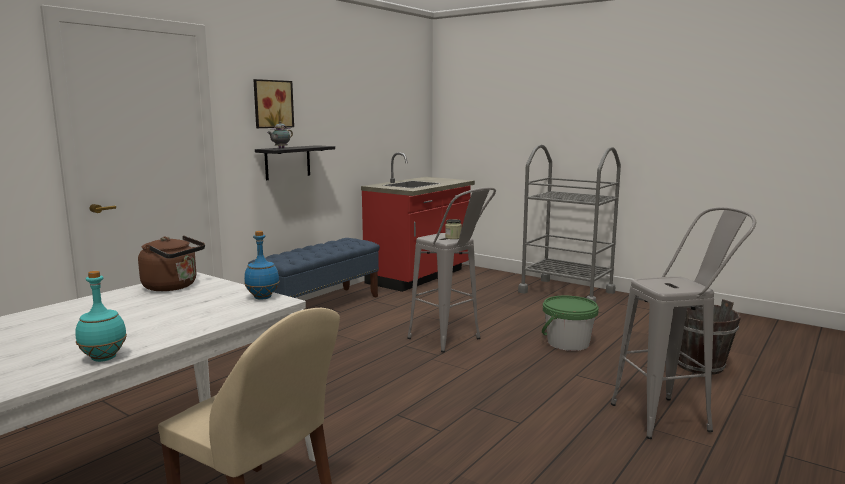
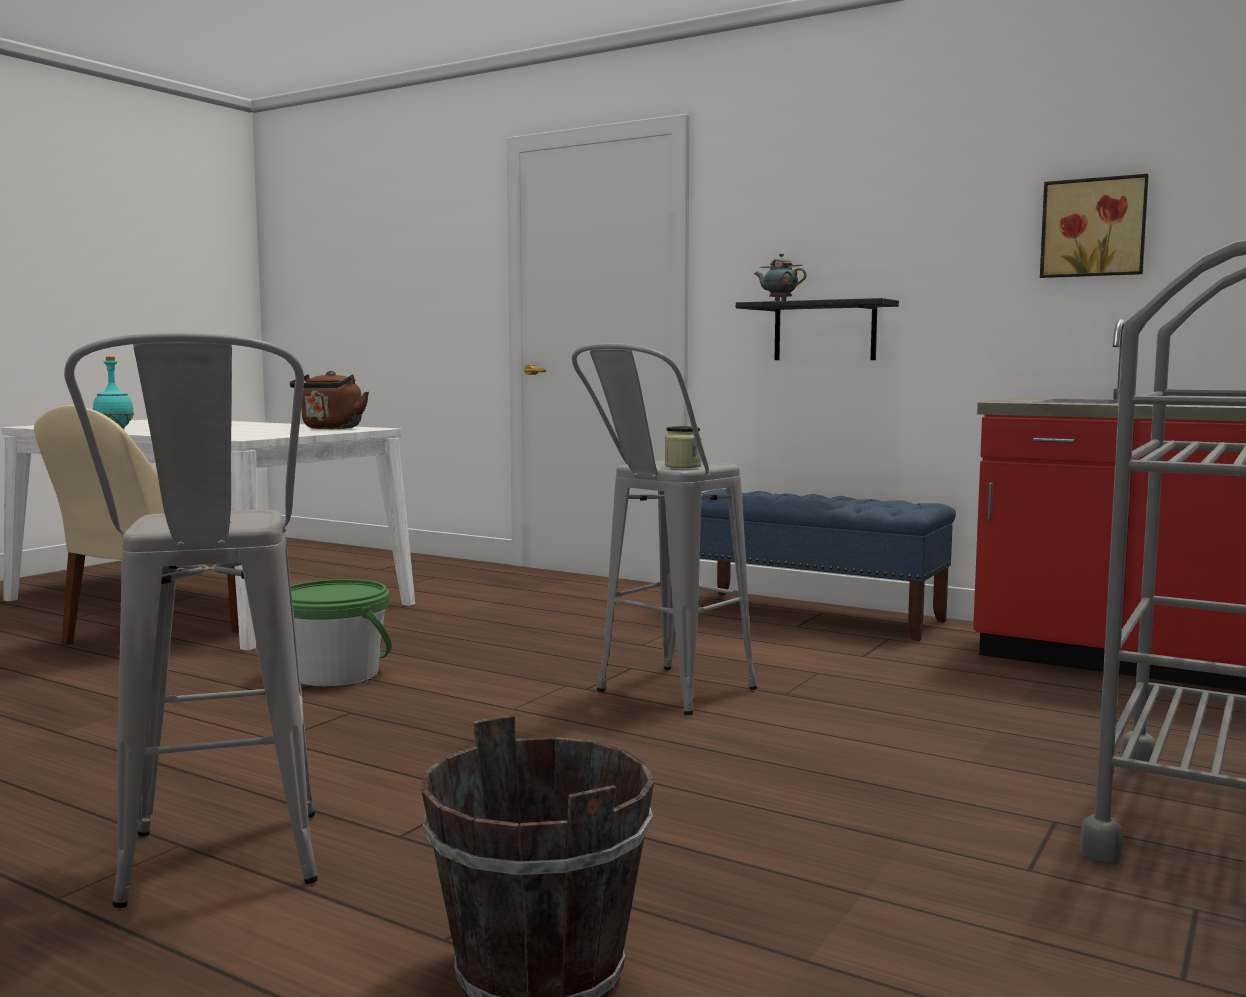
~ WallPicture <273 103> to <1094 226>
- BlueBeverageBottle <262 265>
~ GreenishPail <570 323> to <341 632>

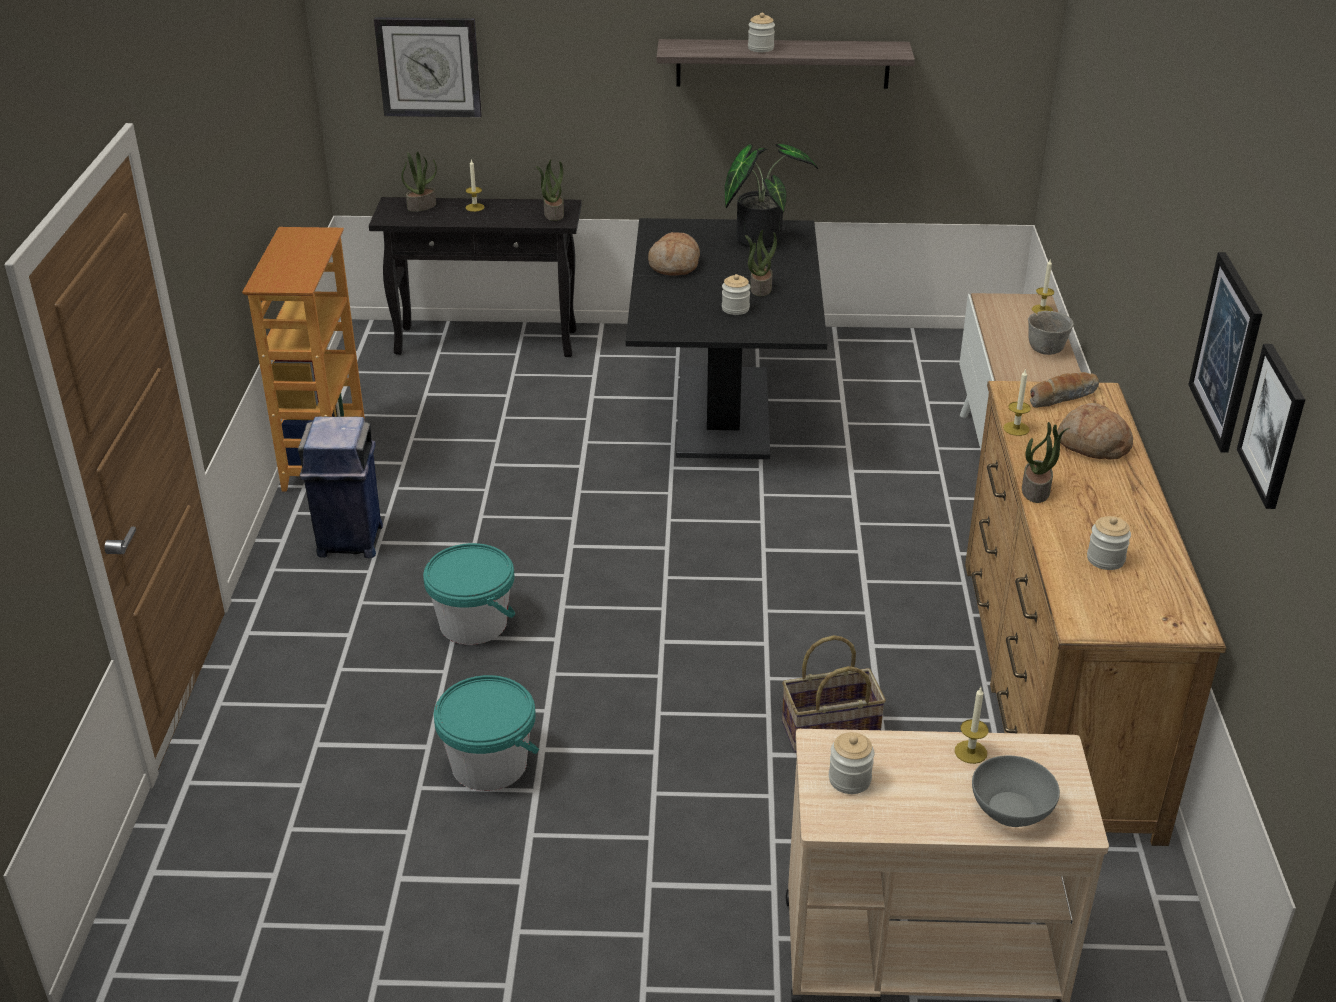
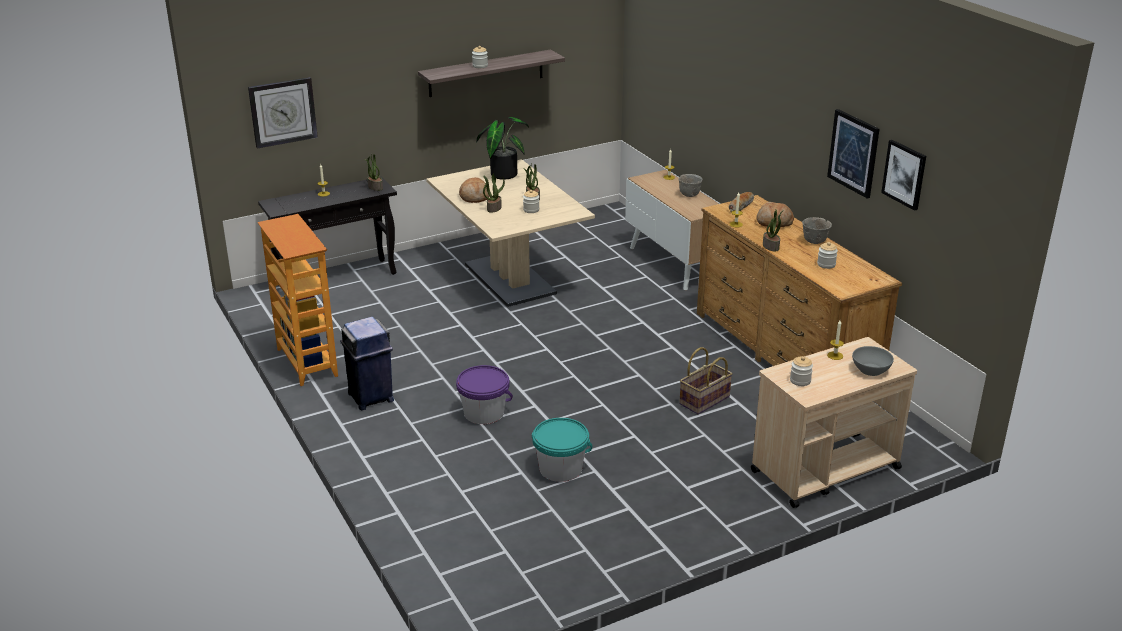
~ PottedPlant <419 182> to <494 193>
~ BlackishKitchenTable <726 338> to BeigeColouredKitchenTable <510 233>
~ TurquoiseColouredPail <469 594> to PurplishPail <484 394>
+ GrayDeepDish <817 230>

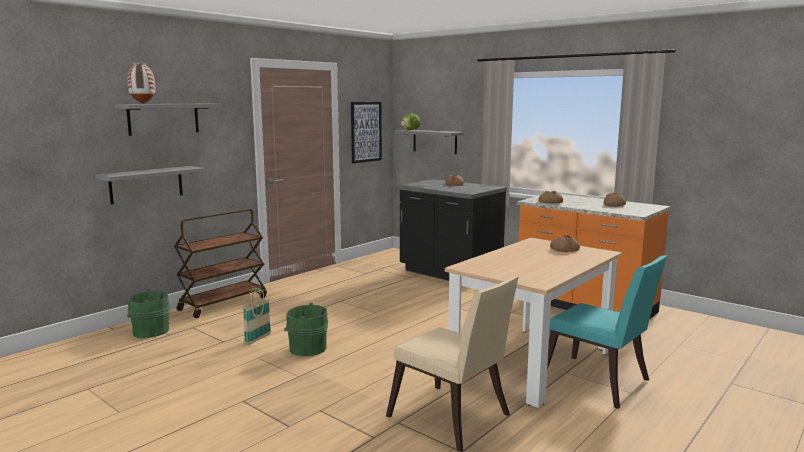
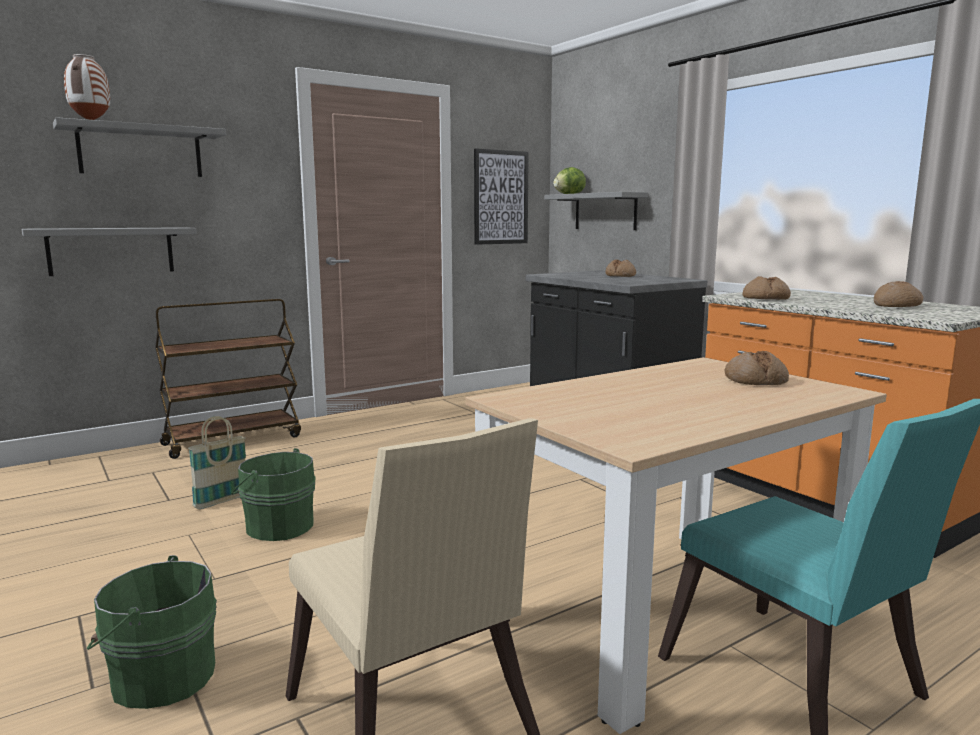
~ GreenishPail <148 313> to <152 632>

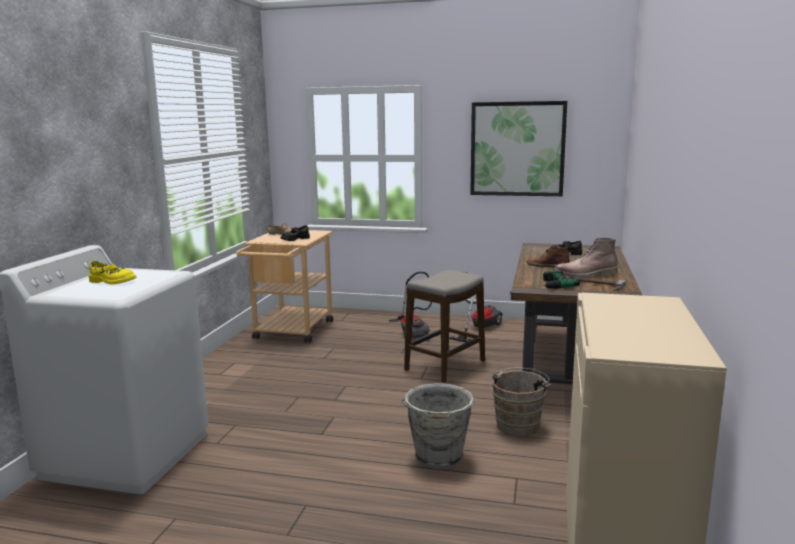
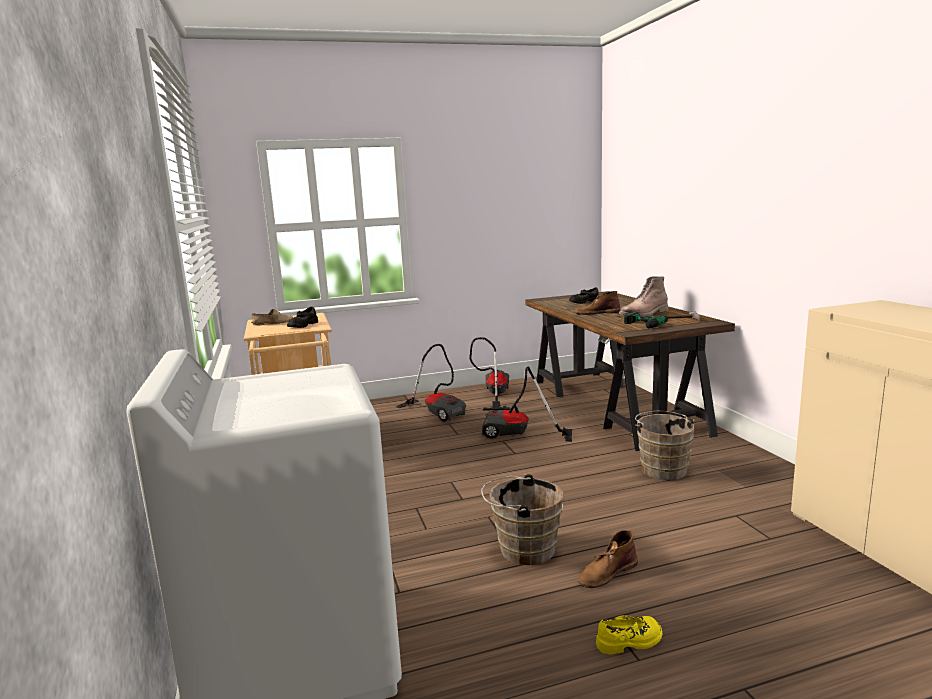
- WallPicture <518 148>
~ YellowColouredItemOfFootwear <112 272> to <629 635>
~ SittingStool <444 326> to Vacuum <527 404>
- GrayPail <438 426>
+ BrownishPail <522 519>
+ BrownishTallBoot <608 559>

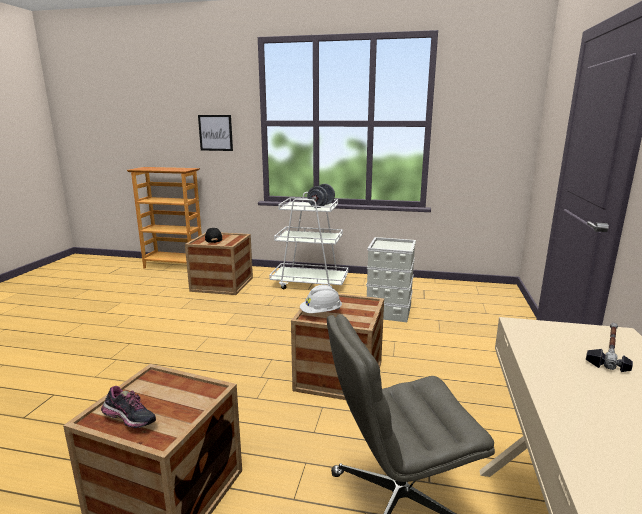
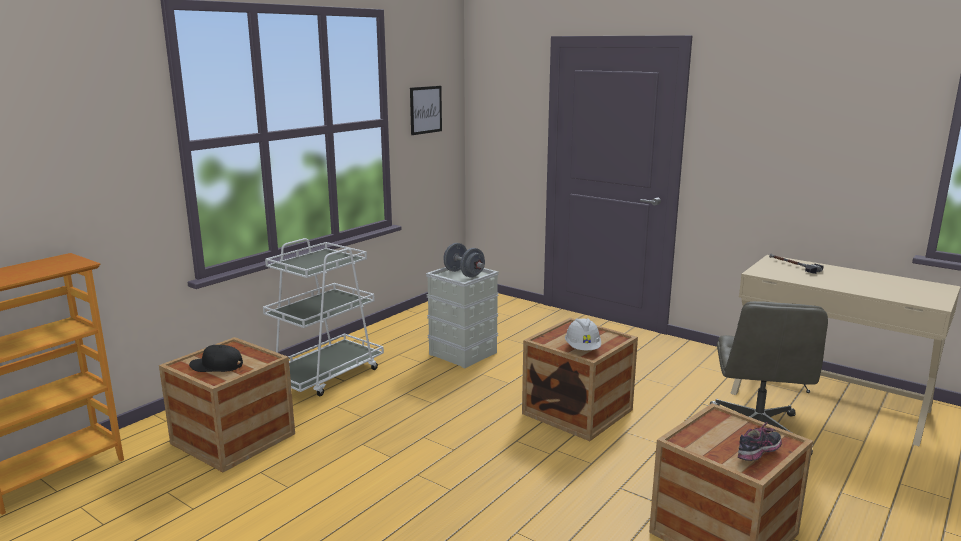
~ WallPicture <215 133> to <426 110>
~ GrayFreeWeight <321 196> to <464 260>

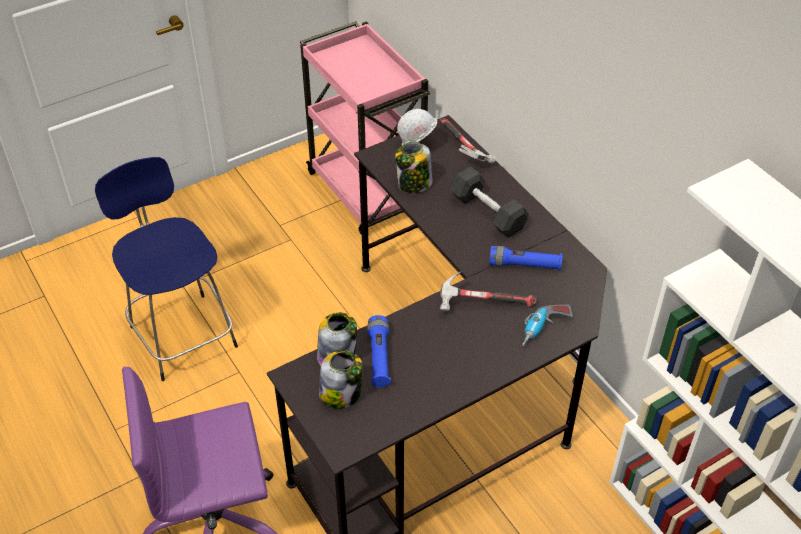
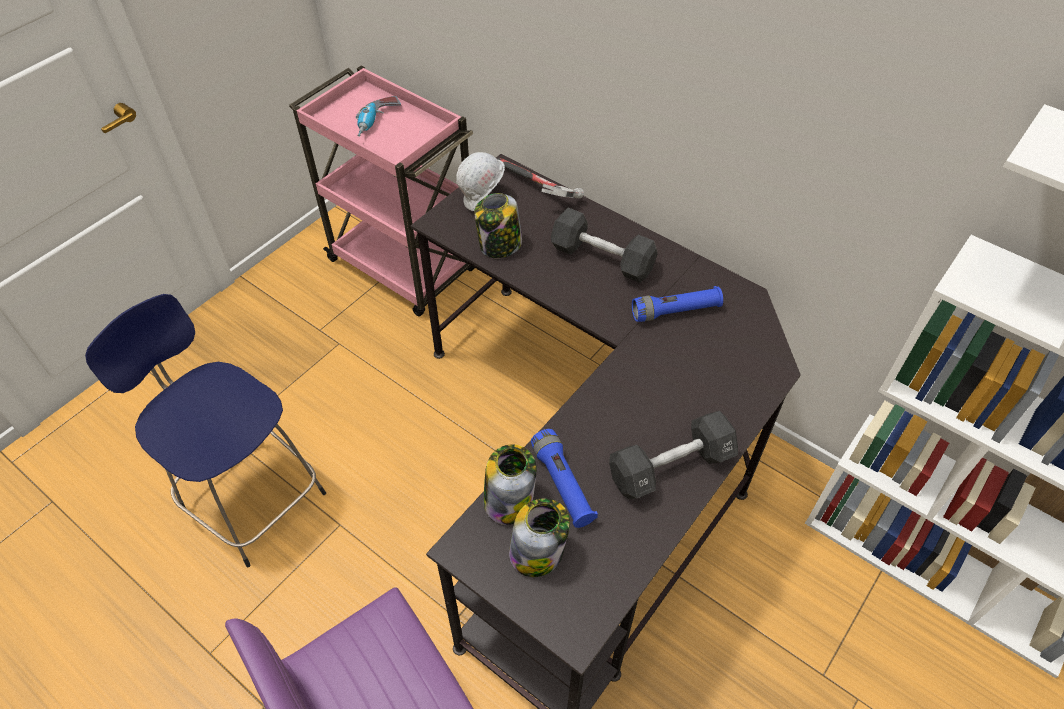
- ToolHammer <488 291>
~ ElectricDrill <547 325> to <378 116>
+ BlackishFreeWeight <673 455>

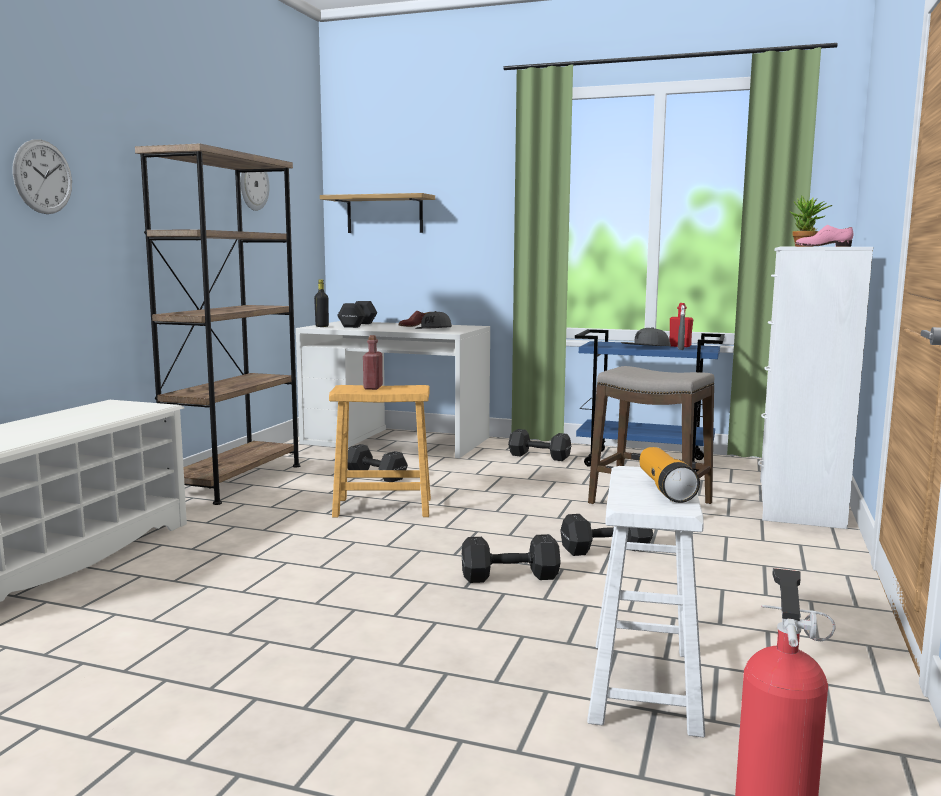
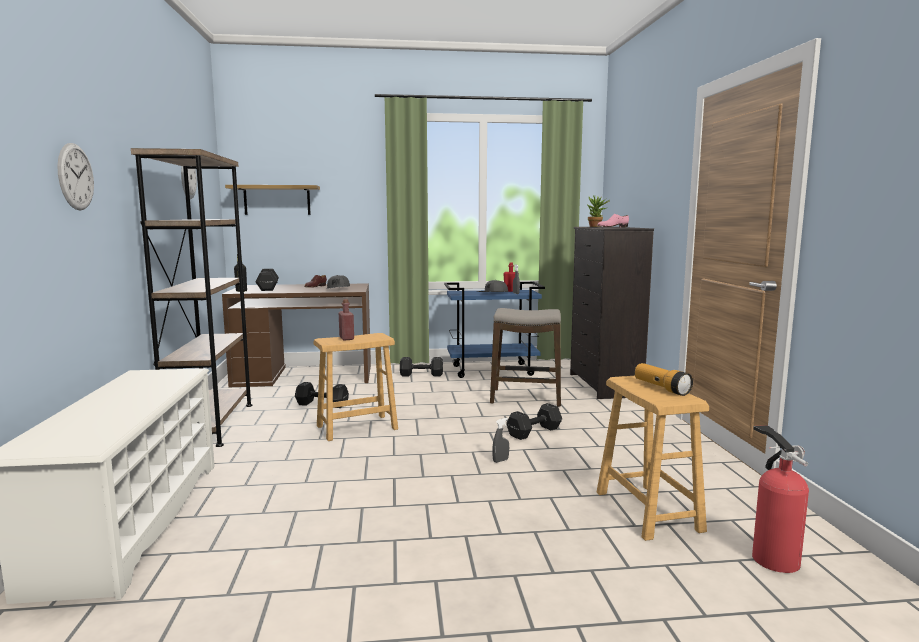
~ WhitishChestOfDrawers <815 388> to BlackishChestOfDrawers <612 313>
~ WhitishDesk <393 389> to BrownishDesk <296 335>
~ WhitishSittingStool <646 602> to BrownishSittingStool <652 458>
~ BlackishFreeWeight <511 558> to GraySprayBottle <500 440>

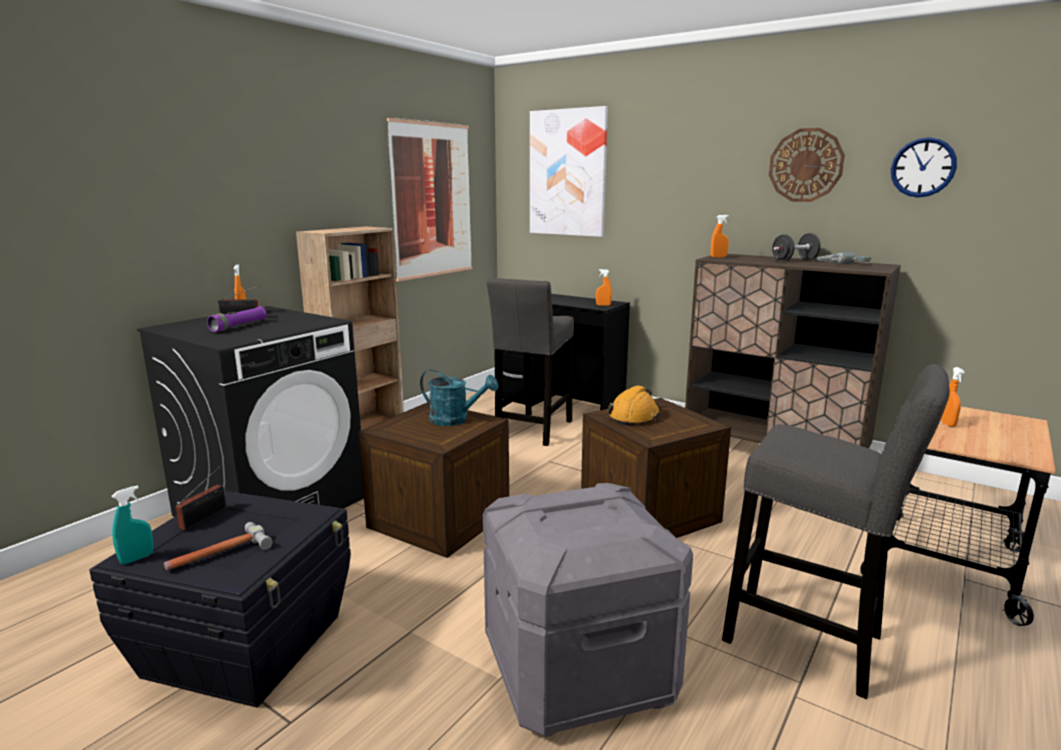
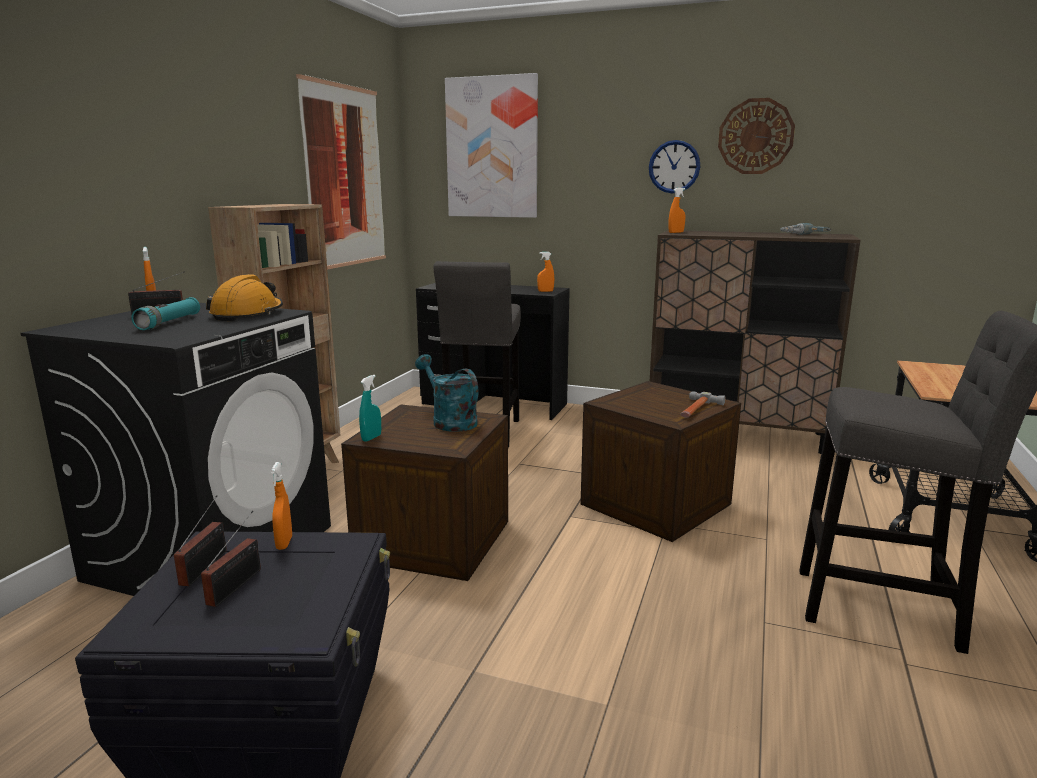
~ ClockOnTheWall <924 167> to <674 166>
- BlackishFreeWeight <796 247>
~ PurplishFlashlight <237 319> to TurquoiseColouredFlashlight <165 313>
~ OrangeSprayBottle <952 397> to <281 506>
~ TurquoiseColouredWateringPot <459 397> = <447 393> 135 degrees counterclockwise
~ OrangeHardHat <634 406> to <244 297>
- GrayStorageContainer <588 610>
~ TurquoiseColouredSprayBottle <133 525> to <370 408>
~ ToolHammer <218 546> to <703 404>
+ RadioSet <231 559>

